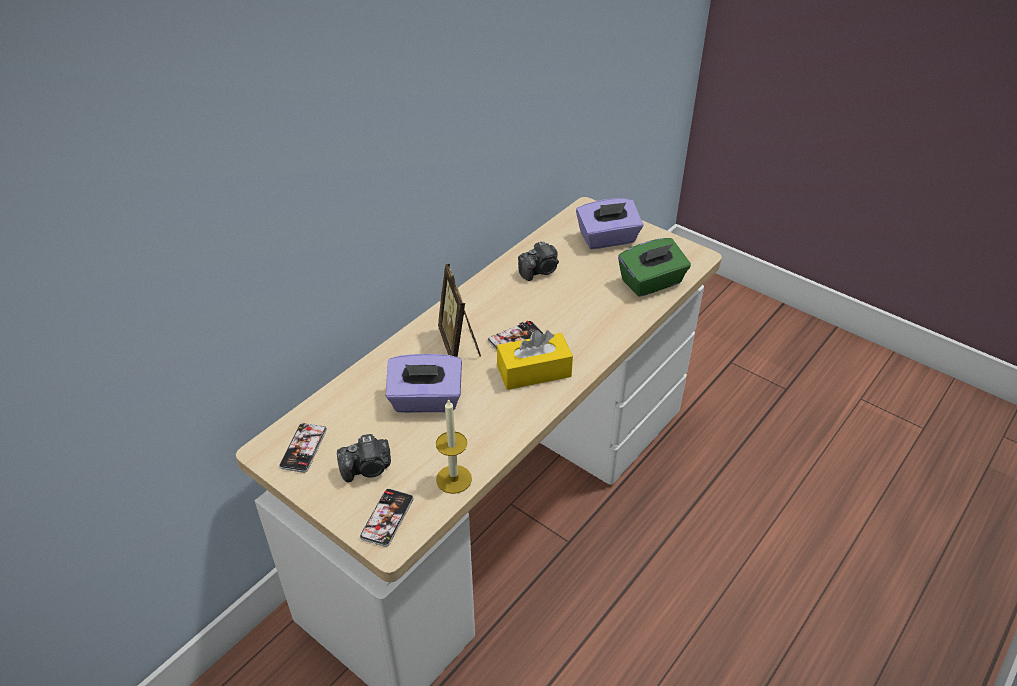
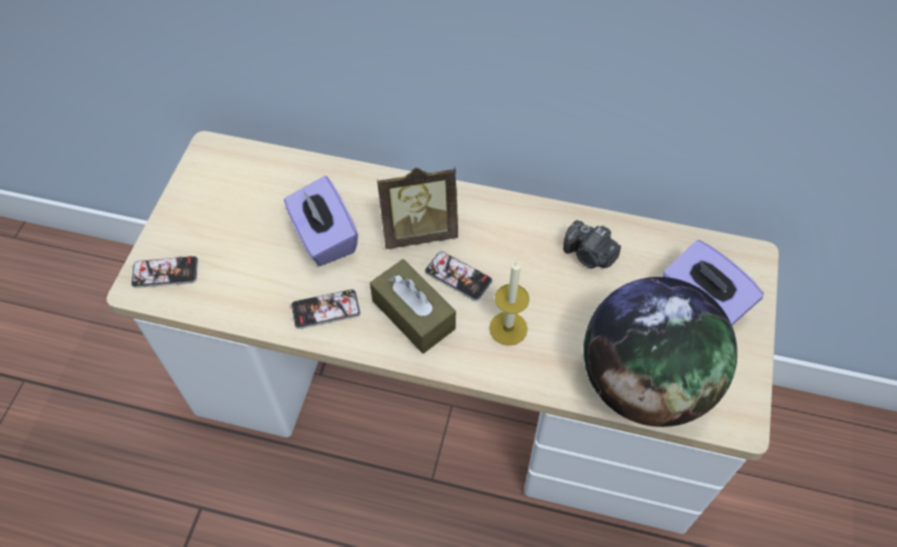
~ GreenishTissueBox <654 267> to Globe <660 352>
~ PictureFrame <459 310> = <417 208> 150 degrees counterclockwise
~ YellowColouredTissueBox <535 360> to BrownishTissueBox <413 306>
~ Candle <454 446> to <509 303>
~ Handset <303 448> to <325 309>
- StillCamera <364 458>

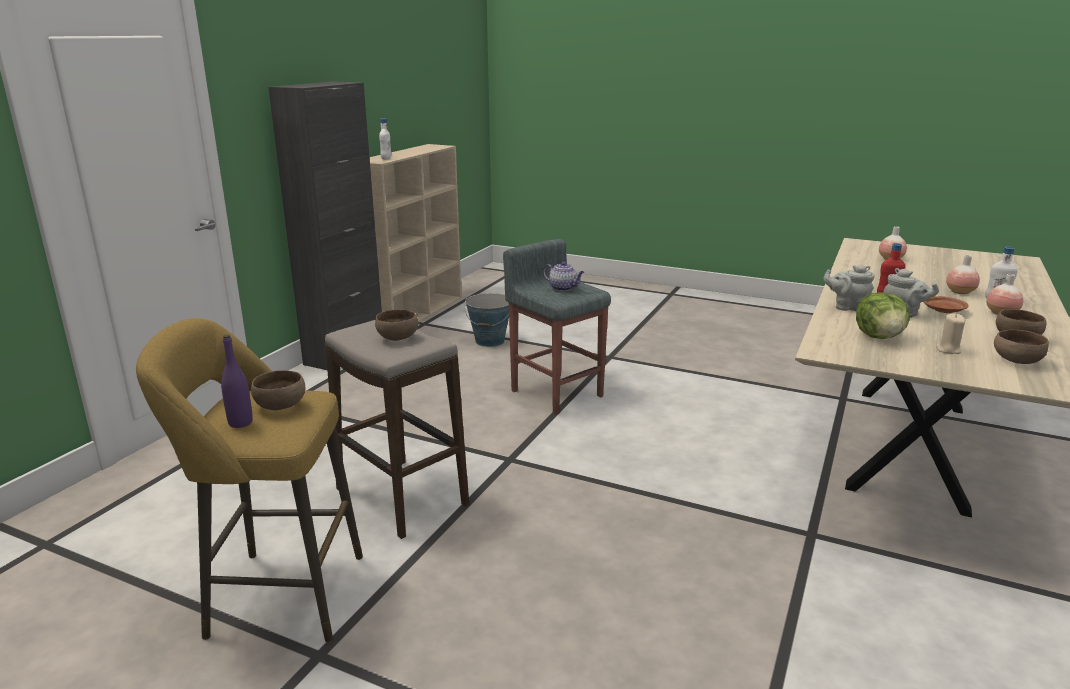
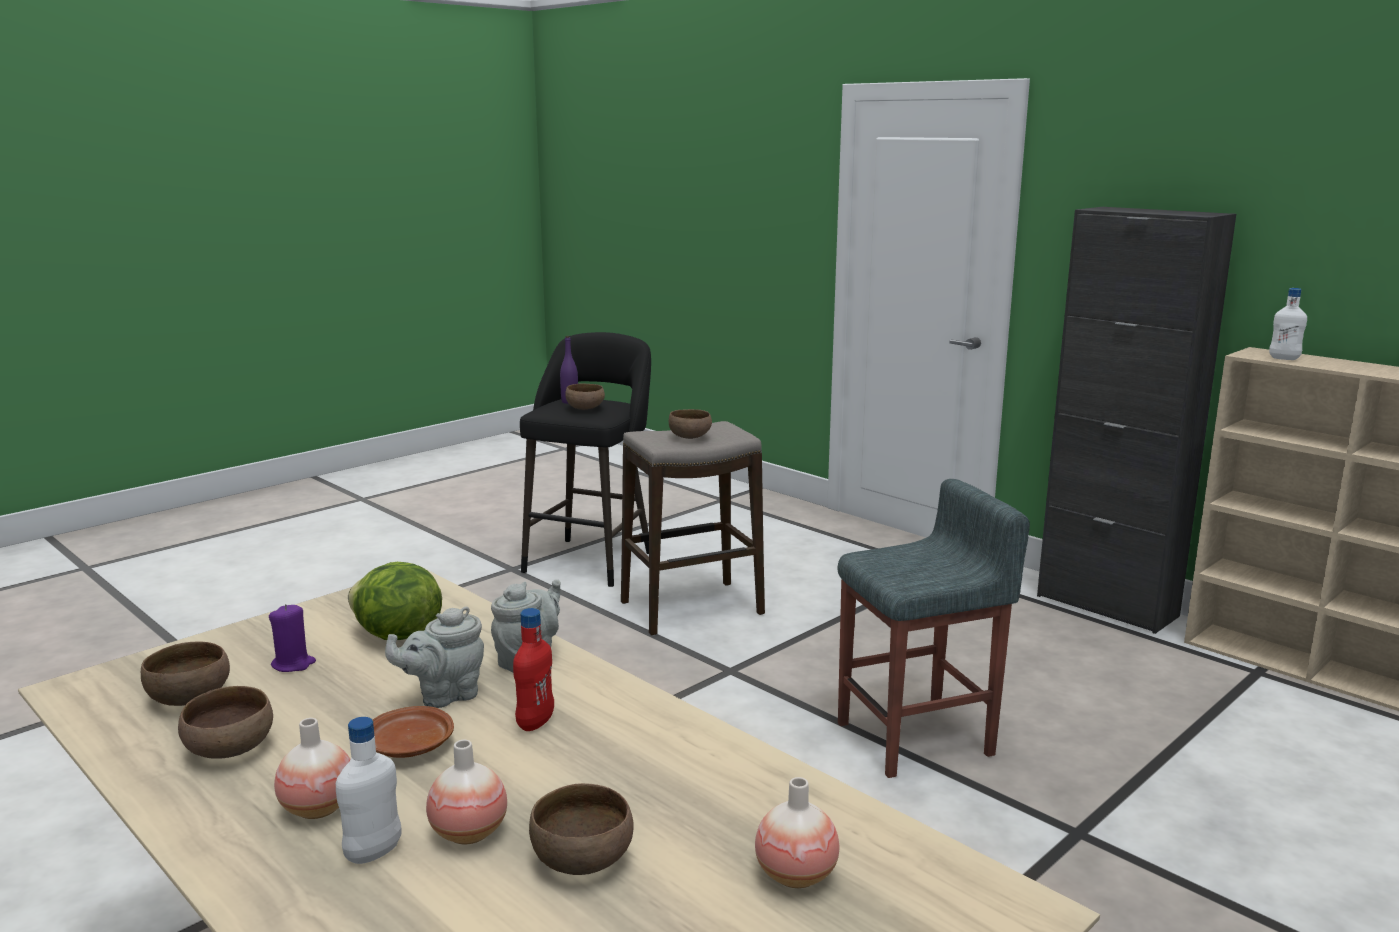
- PotForTea <563 276>
- Pail <486 320>
~ BeigeColouredCandle <950 333> to PurplishCandle <292 638>
~ YellowColouredSittingStool <249 480> to BlackishSittingStool <585 459>
+ BrownishDeepDish <581 829>

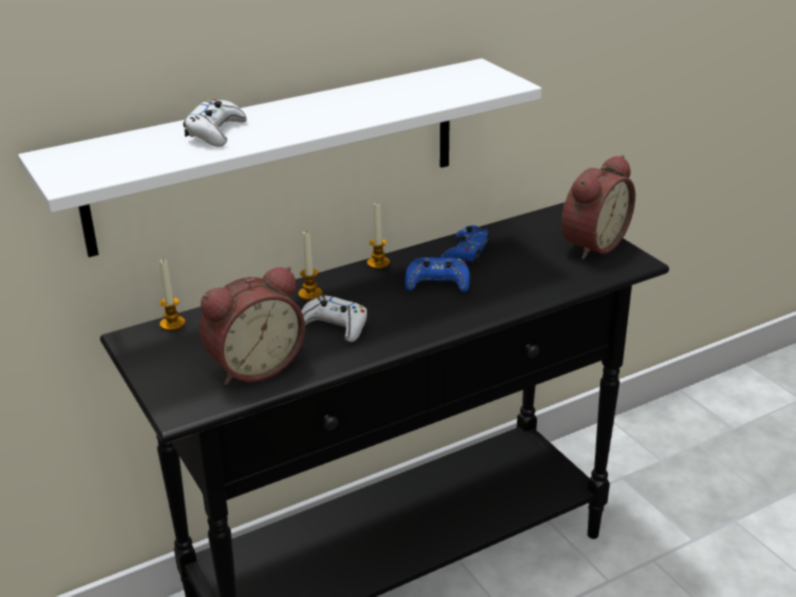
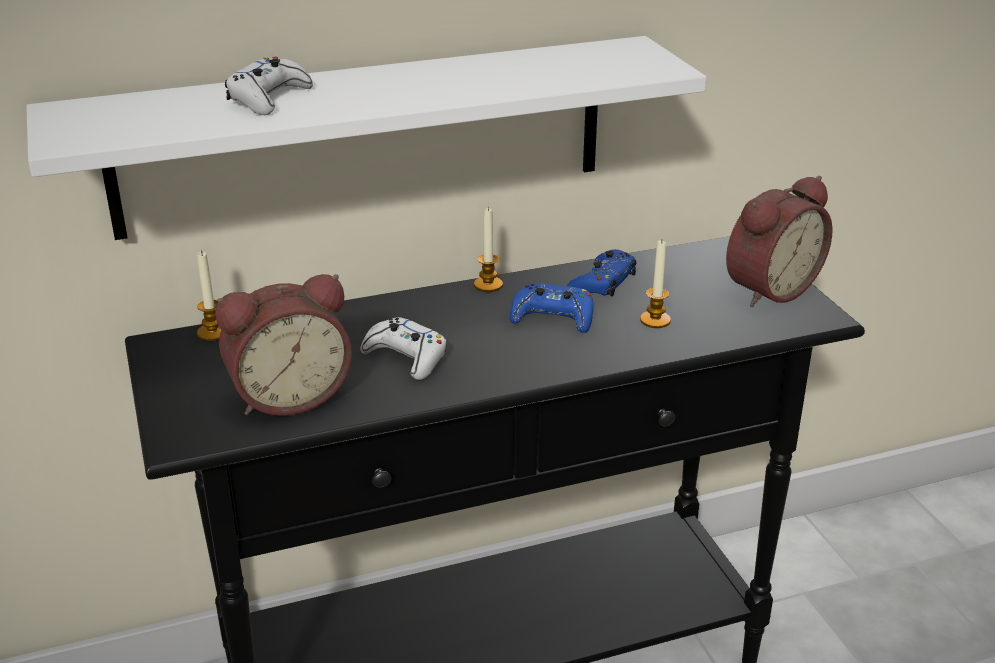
~ Candle <310 266> to <655 284>

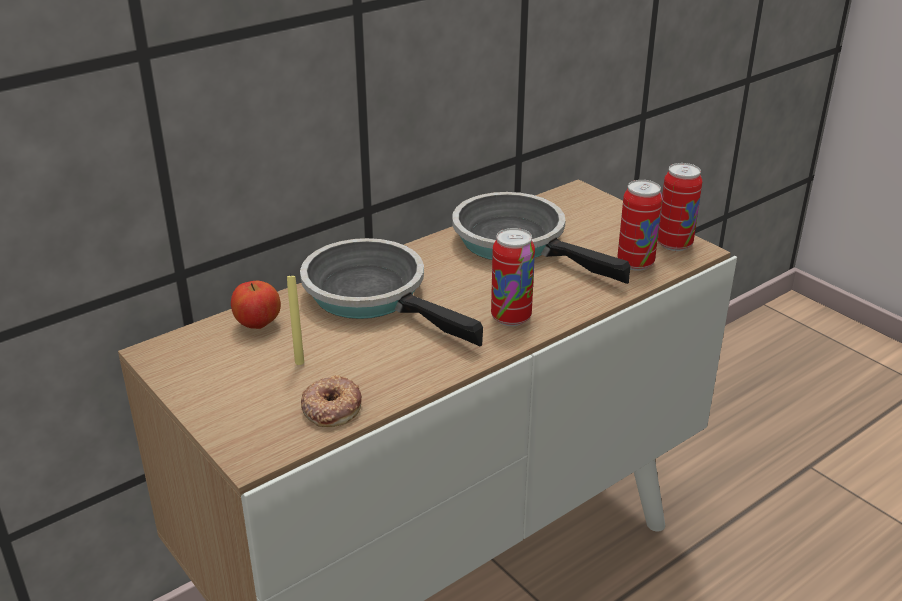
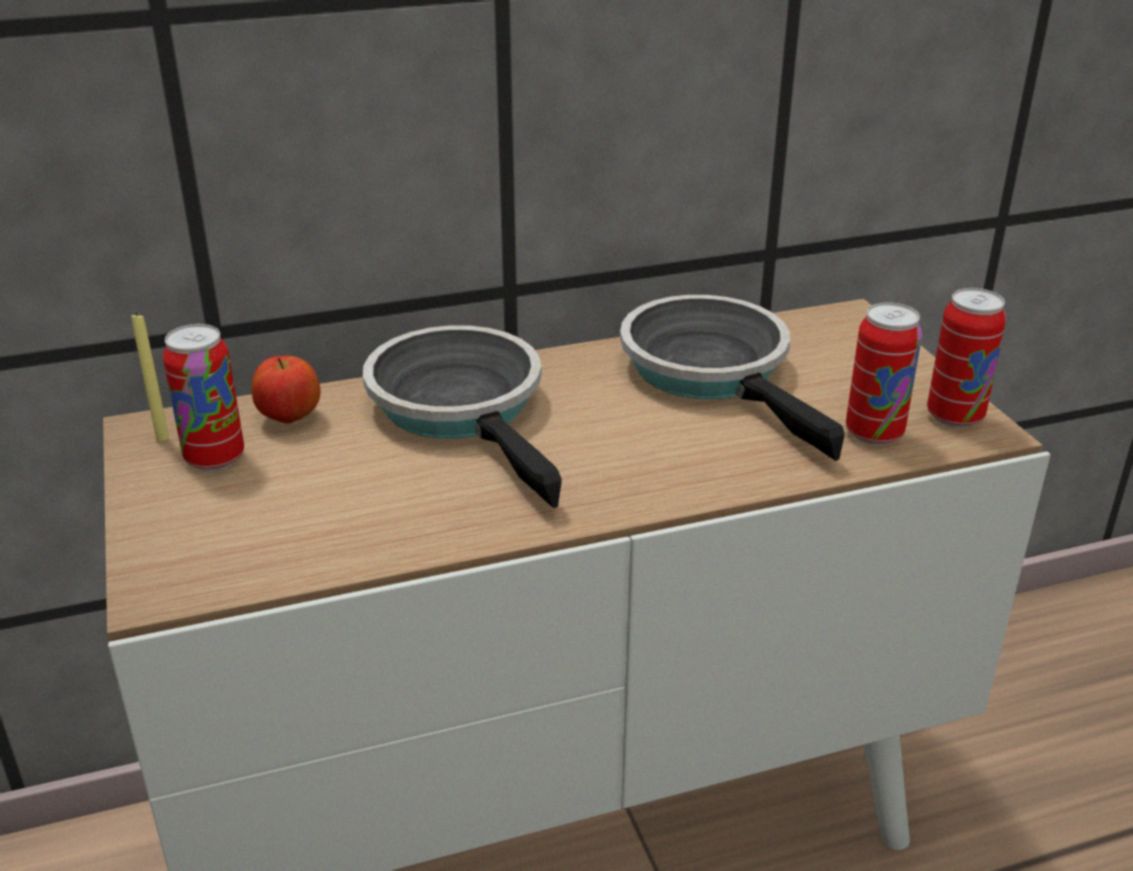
~ Can <513 277> to <203 397>
~ YellowColouredCandle <295 319> to <150 376>
- Doughnut <331 401>

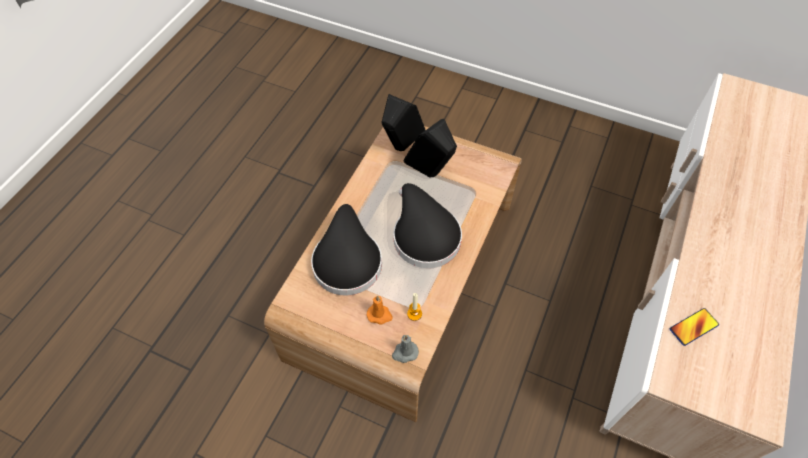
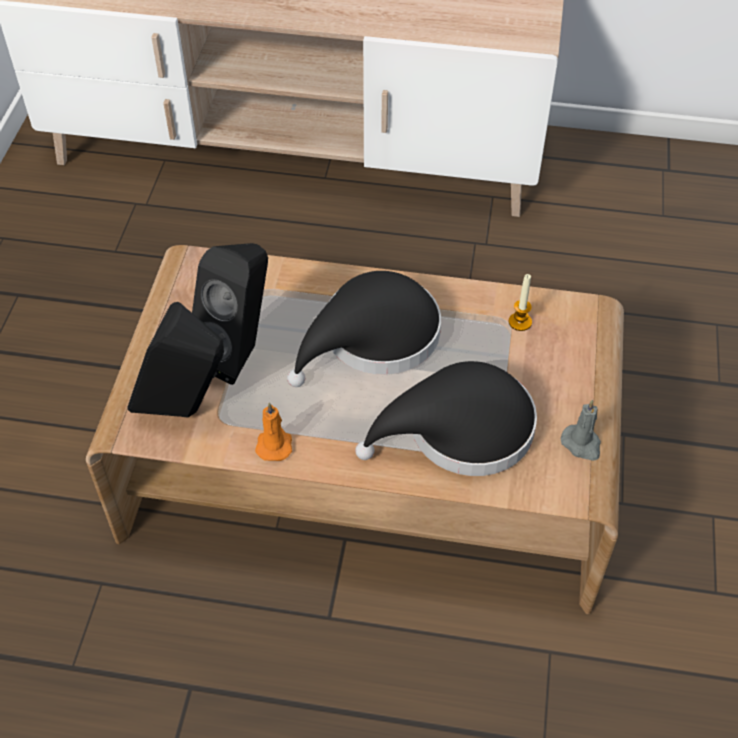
~ OrangeCandle <380 310> to <273 431>
- Handset <694 327>
~ GrayCandle <405 349> to <581 430>

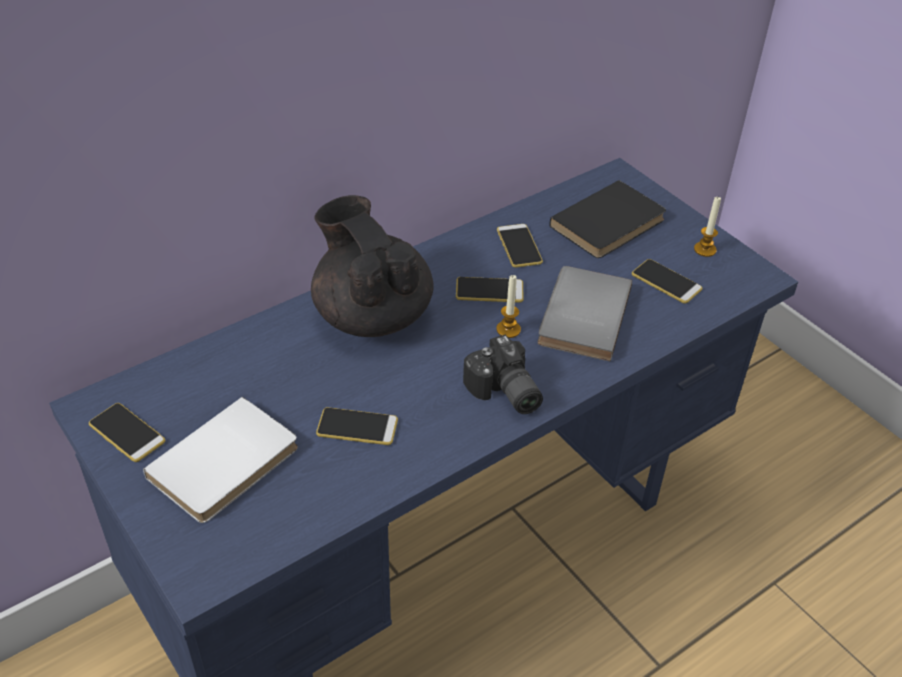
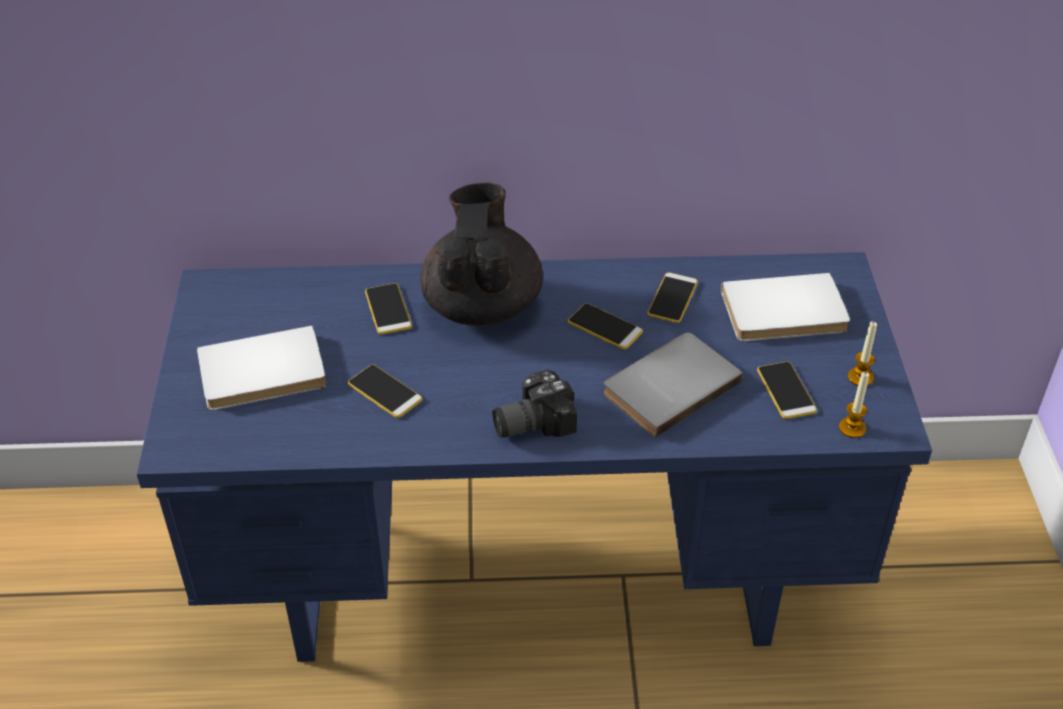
~ BlackishBook <608 219> to WhitishBook <785 307>
~ Candle <508 306> to <854 405>
~ StillCamera <503 374> = <534 403> 60 degrees clockwise
~ Handset <127 432> to <388 309>

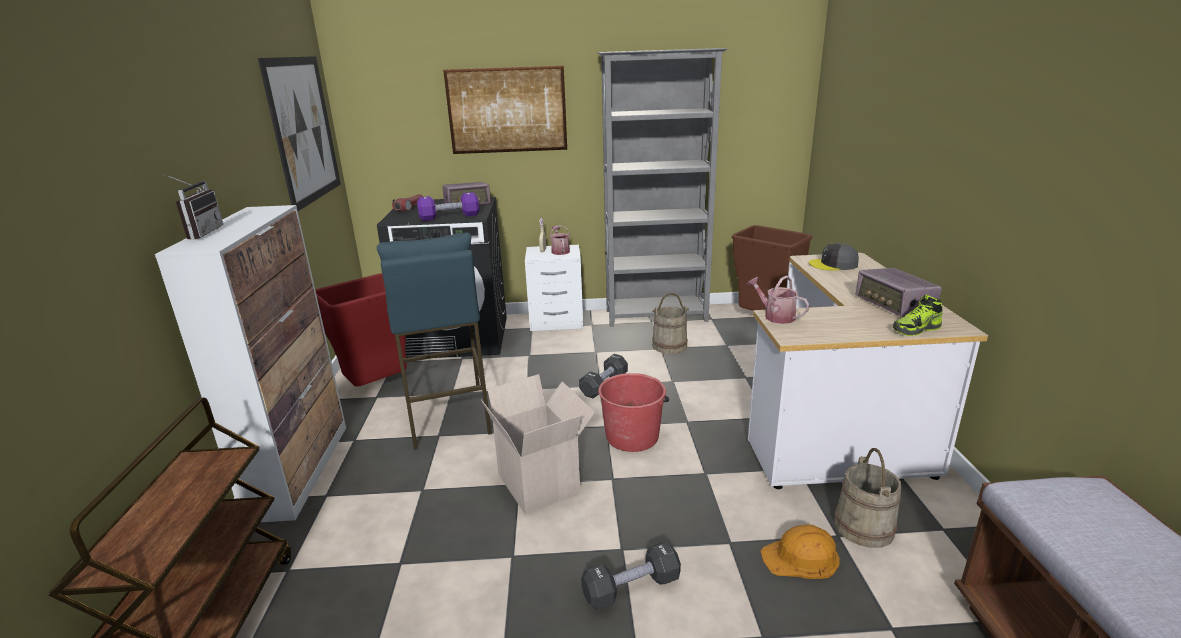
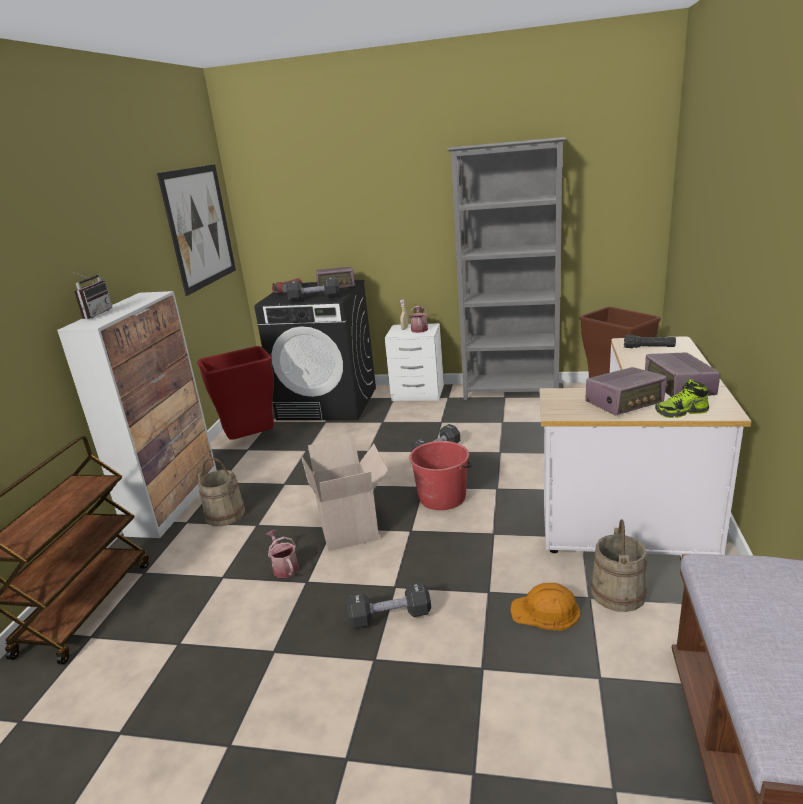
- WallPicture <505 110>
~ PurplishFreeWeight <448 206> to BlackishFreeWeight <313 289>
- BlueSittingStool <434 341>
~ GrayCap <834 257> to BlackishFlashlight <650 341>
~ WateringPot <778 300> to <282 554>
~ BeigeColouredPail <670 323> to <220 491>
+ RadioSet <626 391>

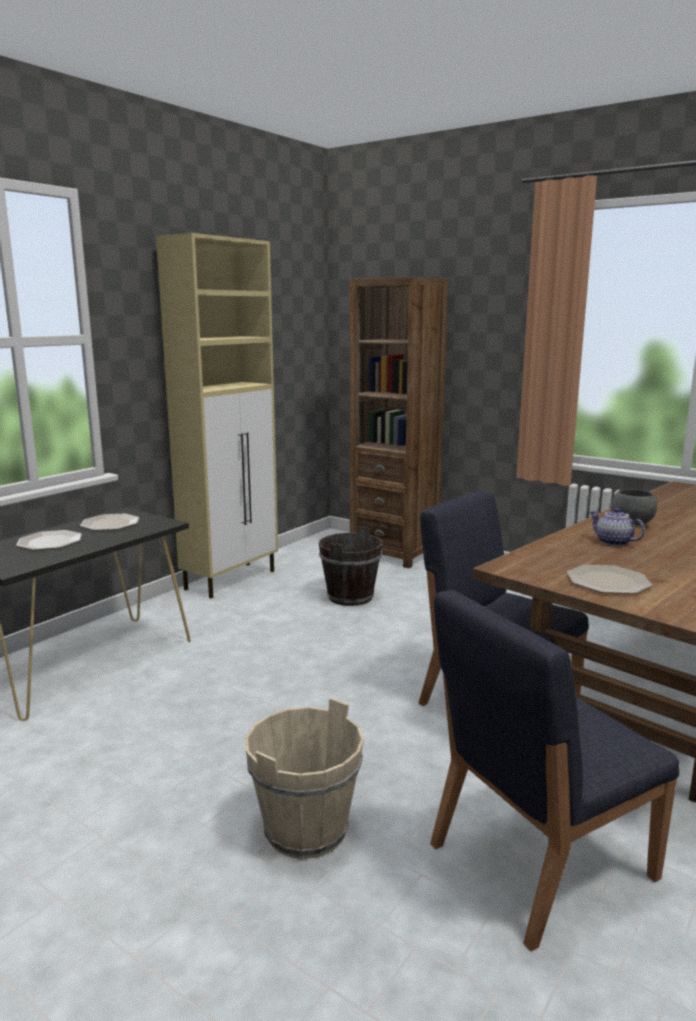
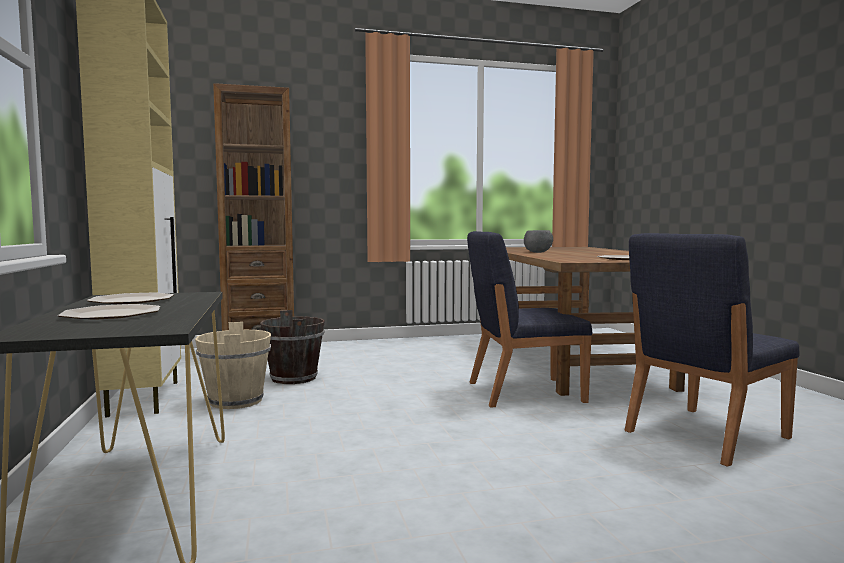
- PotForTea <617 527>
~ BlueChair <555 770> = <712 350> 45 degrees clockwise
~ BeigeColouredPail <304 778> to <233 365>

